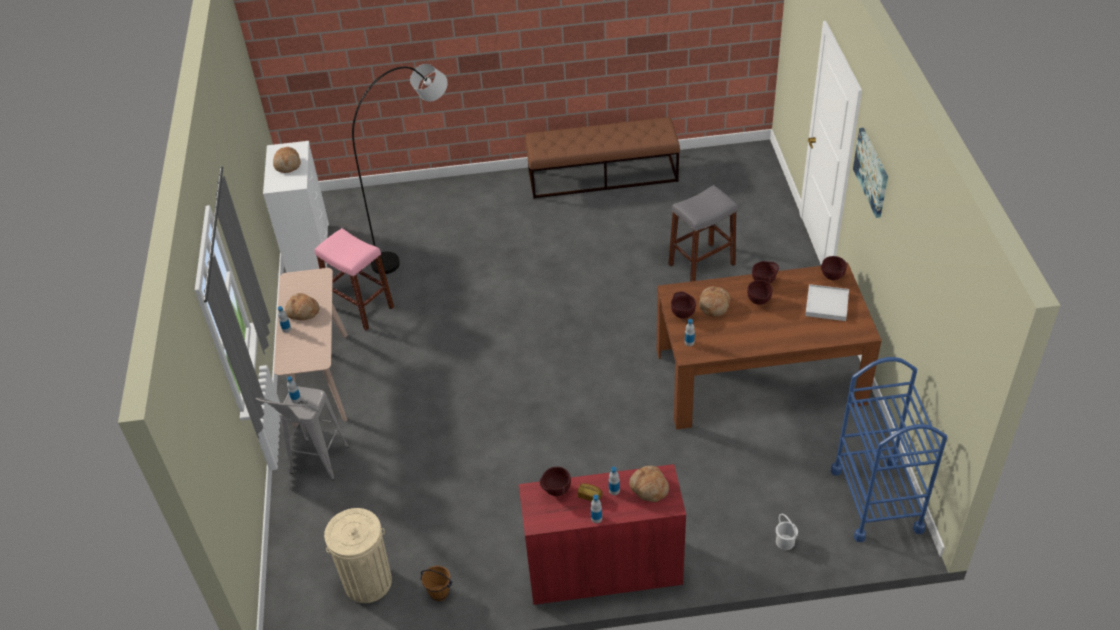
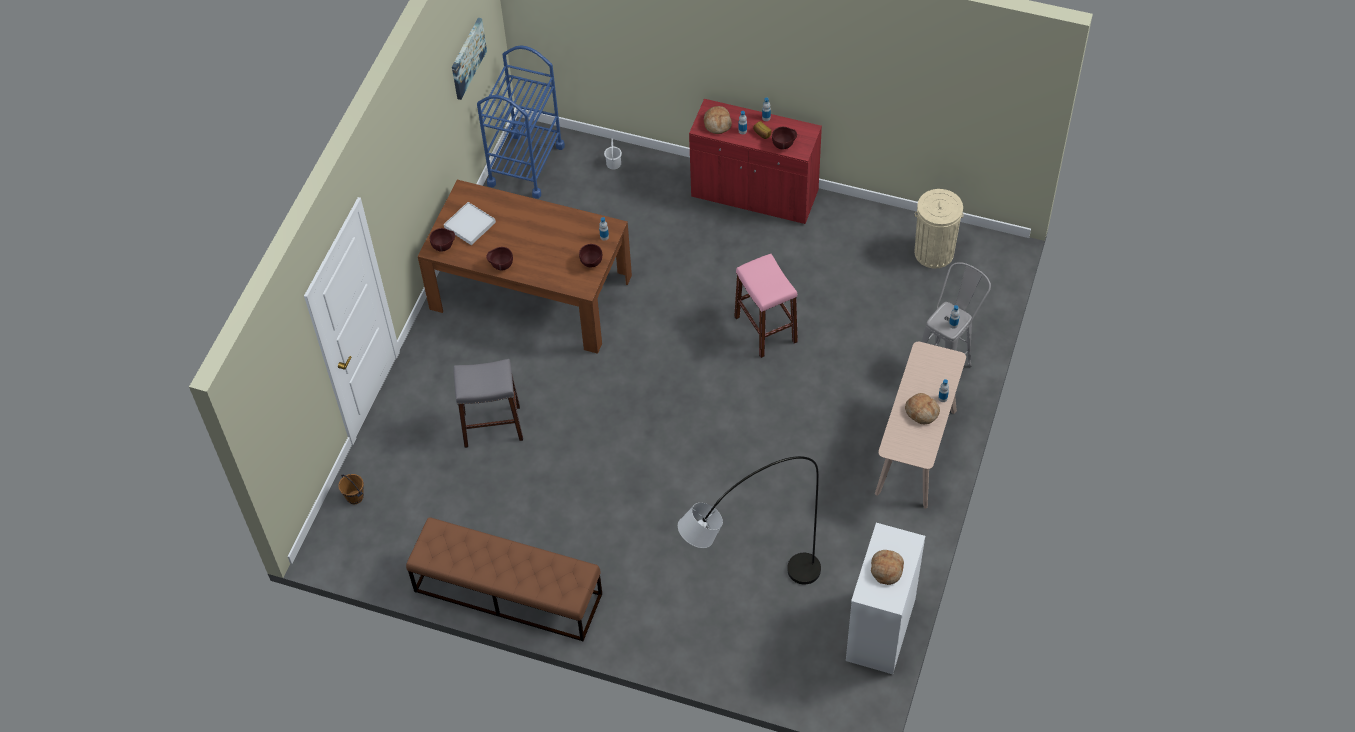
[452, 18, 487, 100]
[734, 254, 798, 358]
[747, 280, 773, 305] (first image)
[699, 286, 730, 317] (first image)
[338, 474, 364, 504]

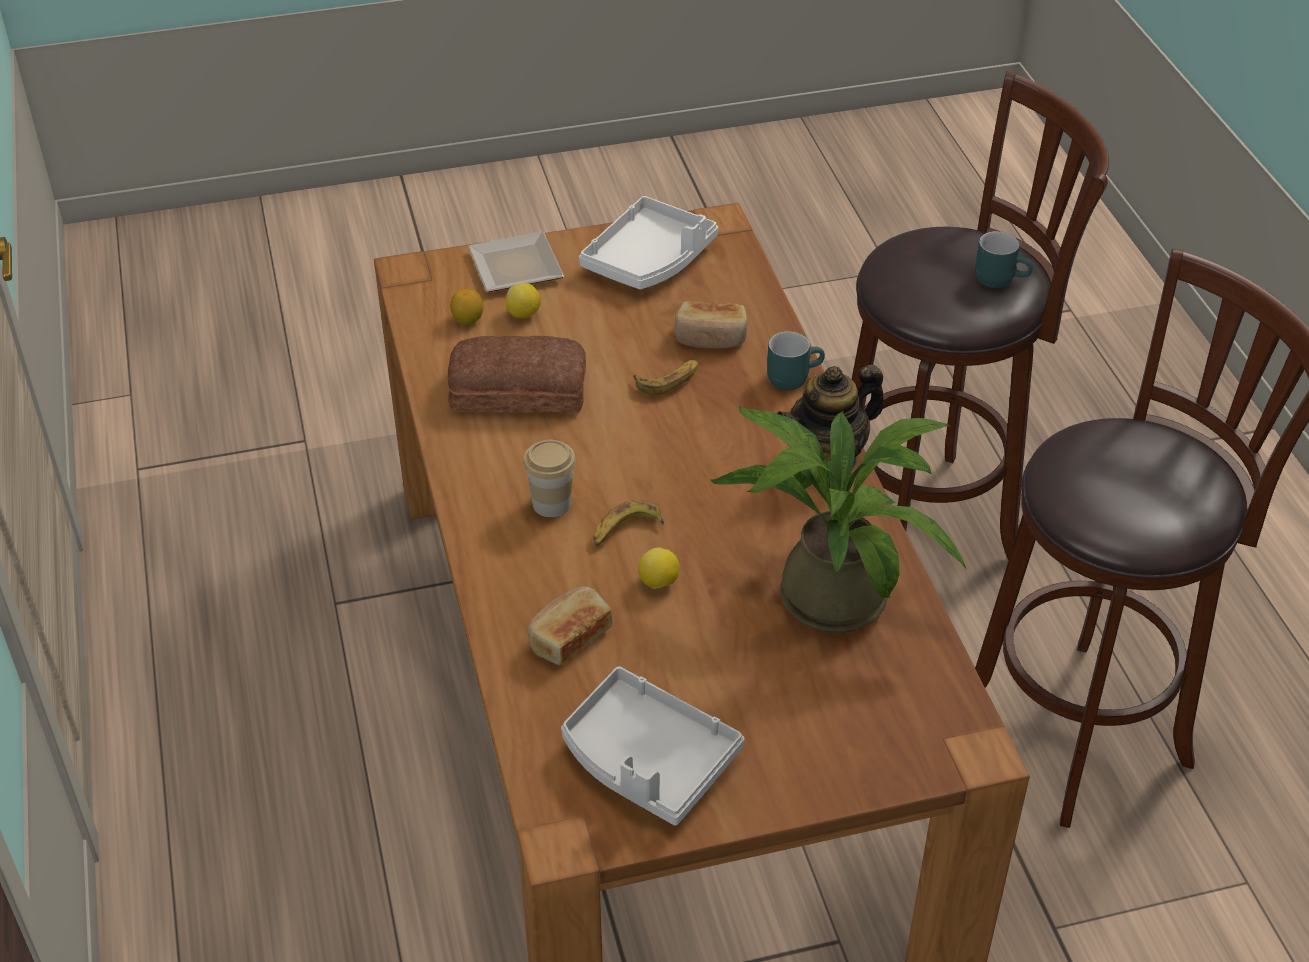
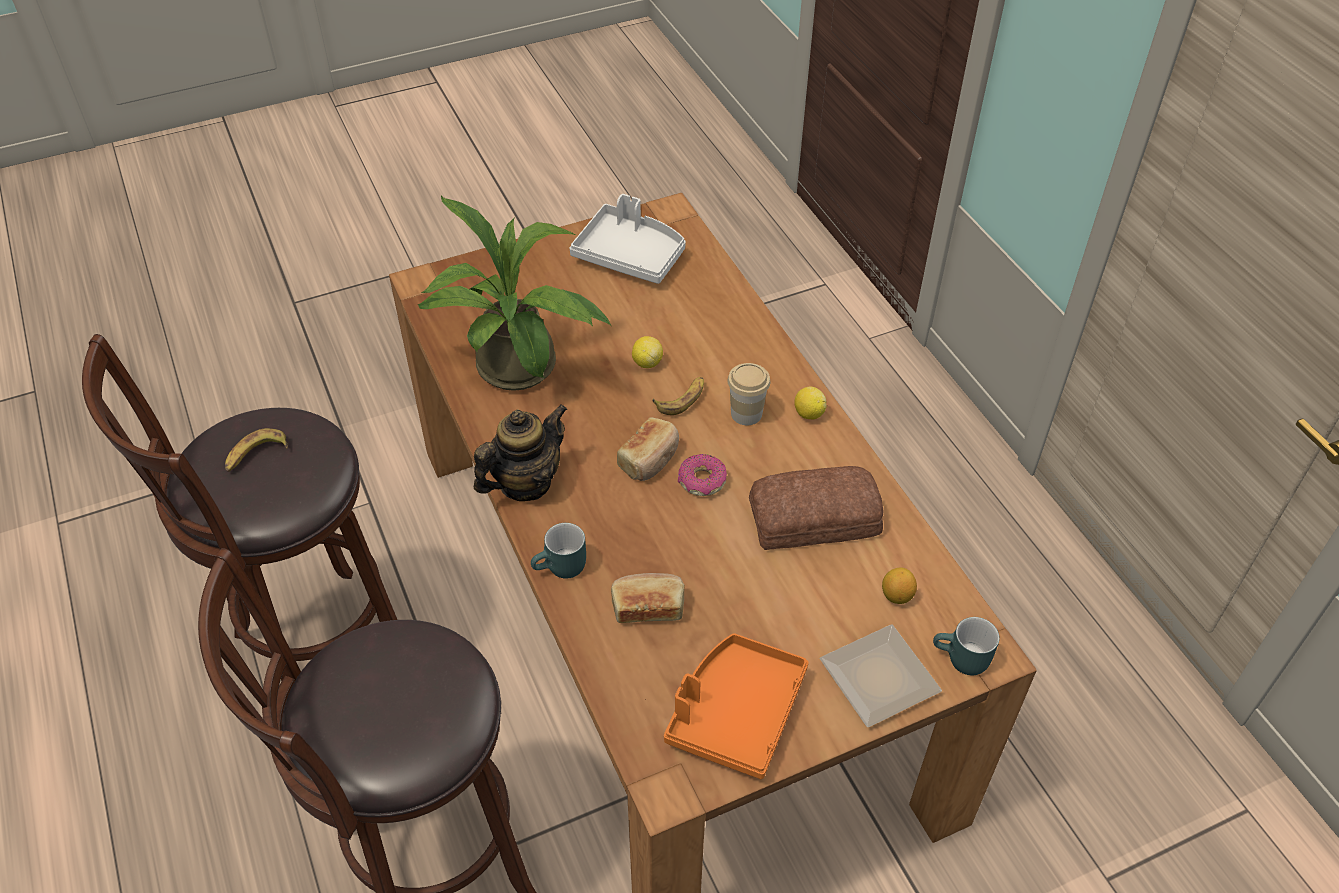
[664, 633, 808, 779]
[933, 617, 1000, 675]
[794, 387, 827, 419]
[225, 428, 288, 472]
[617, 417, 679, 481]
[678, 454, 727, 496]

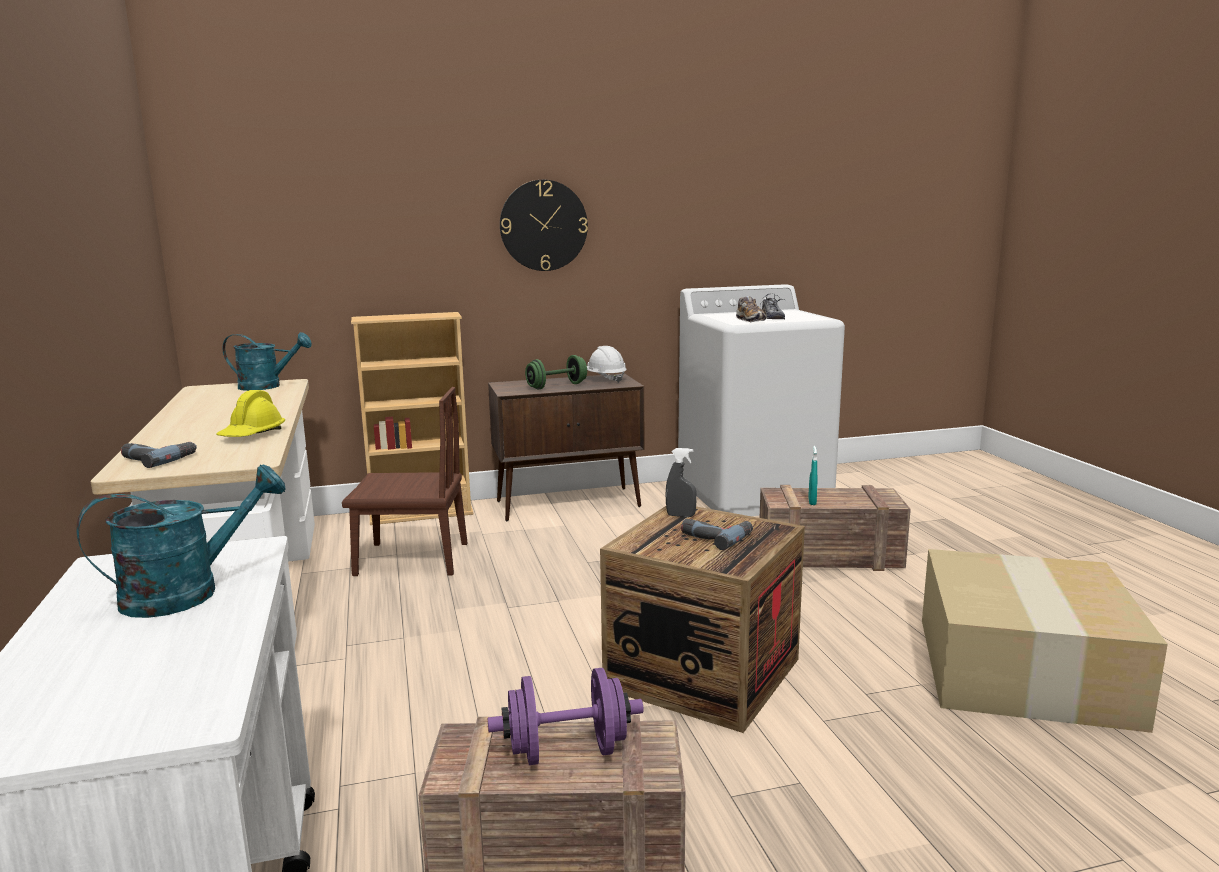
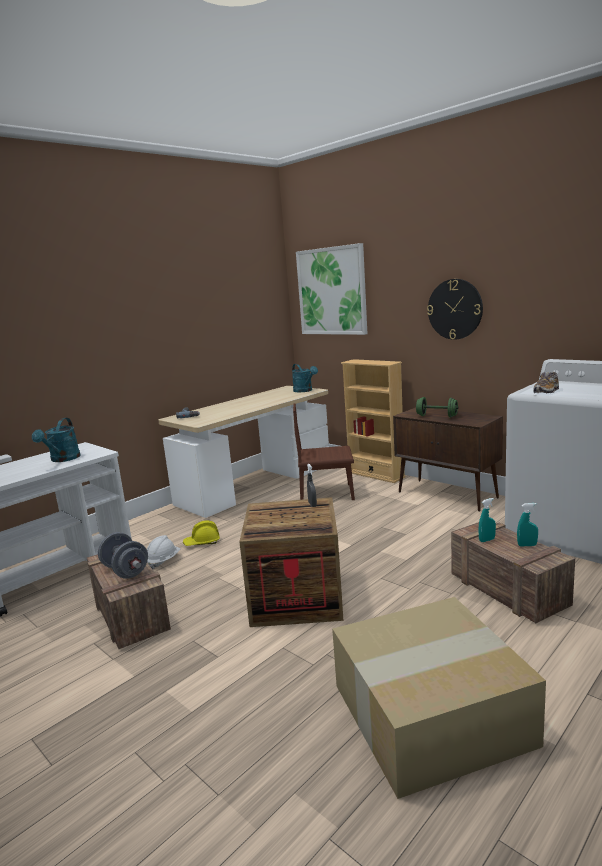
[760, 293, 785, 319] (first image)
[147, 535, 180, 570]
[293, 404, 355, 500]
[183, 521, 220, 546]
[32, 418, 81, 462]
[681, 519, 753, 550] (first image)
[98, 532, 148, 579]
[296, 243, 367, 335]
[517, 503, 538, 546]

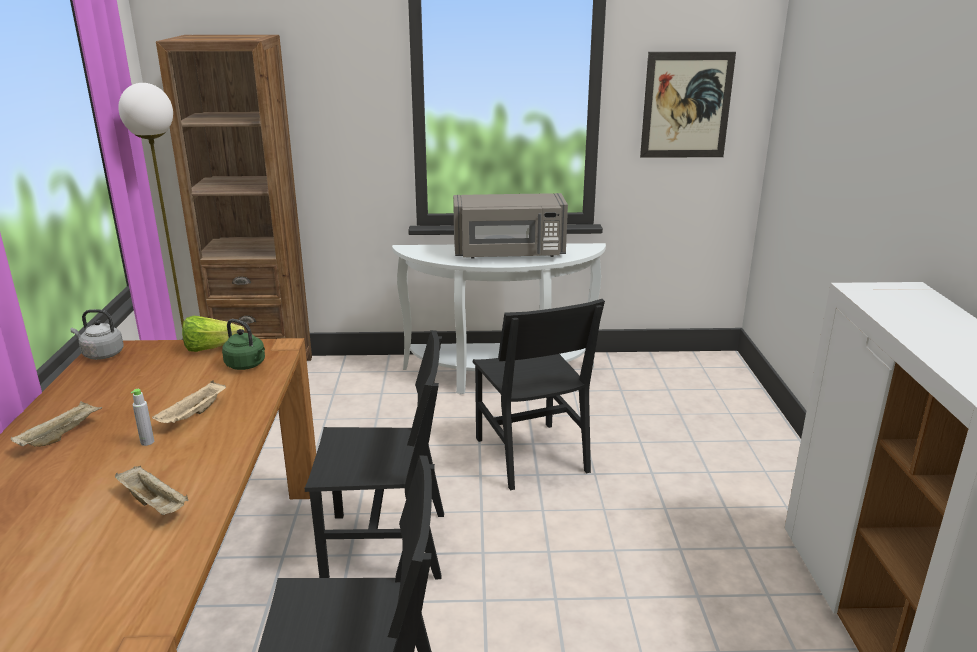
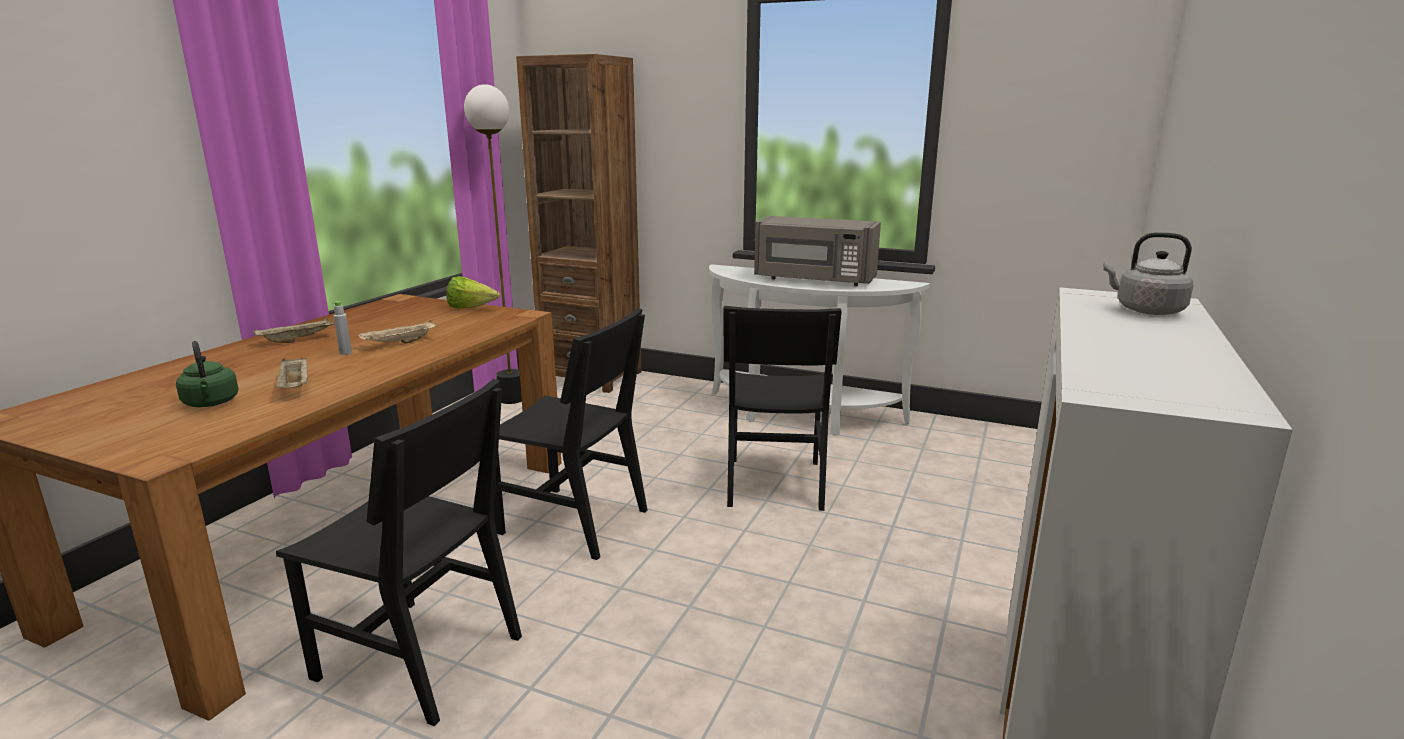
[640, 52, 736, 158] (first image)
[1103, 232, 1194, 315]
[176, 341, 238, 407]

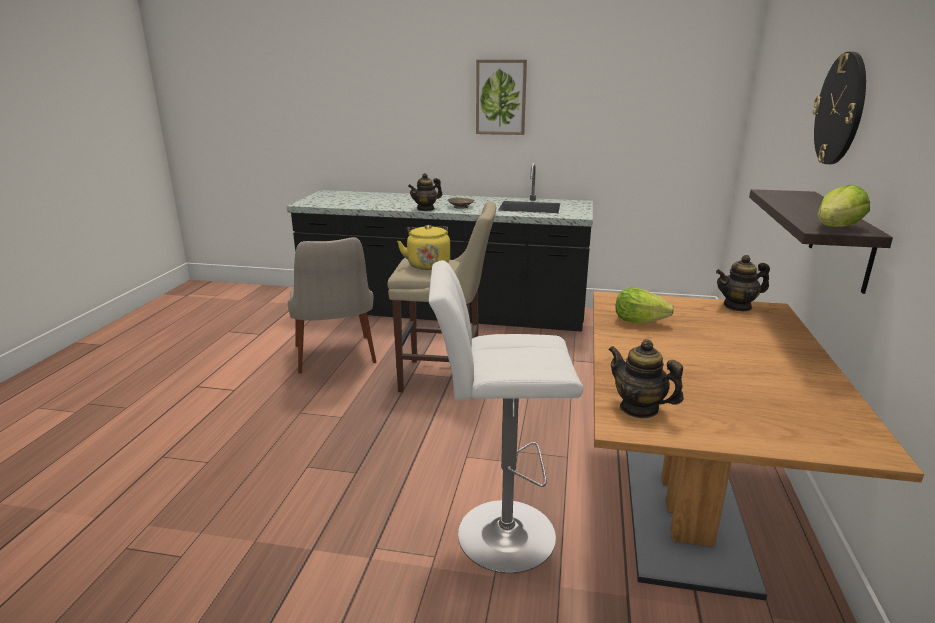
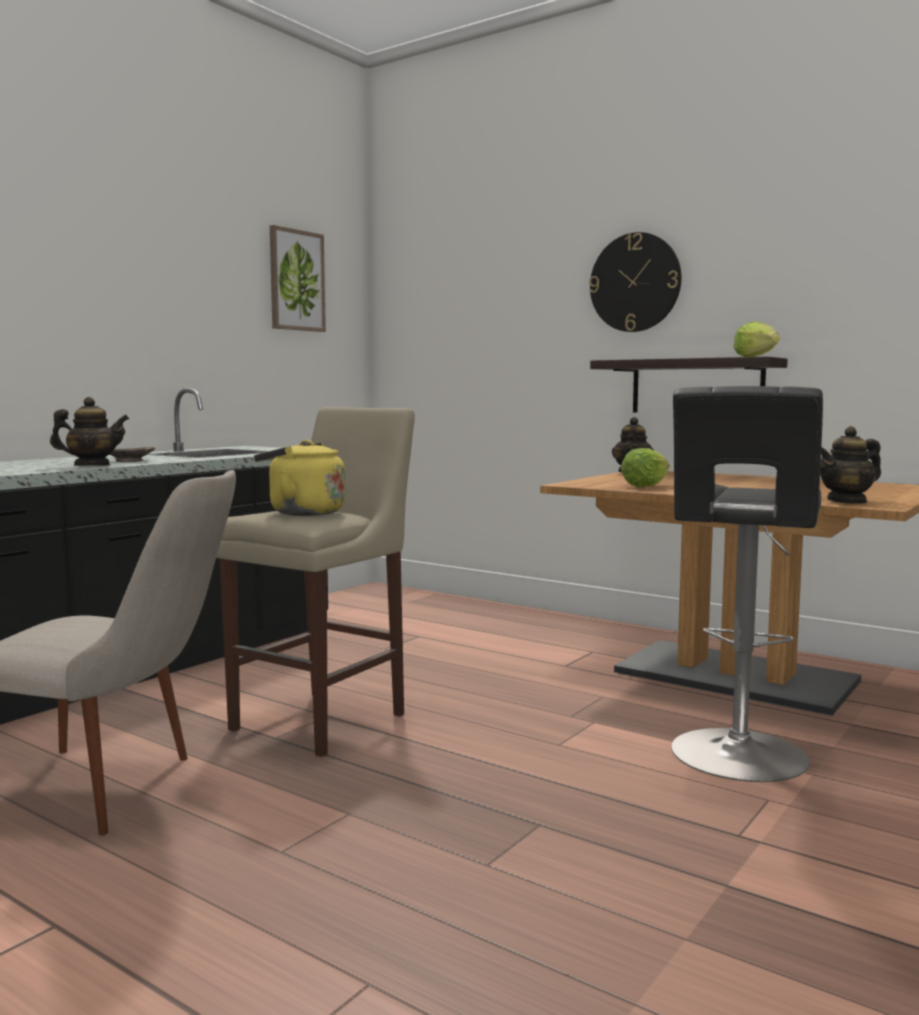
[270, 225, 326, 332]
[50, 397, 129, 466]
[672, 386, 823, 782]

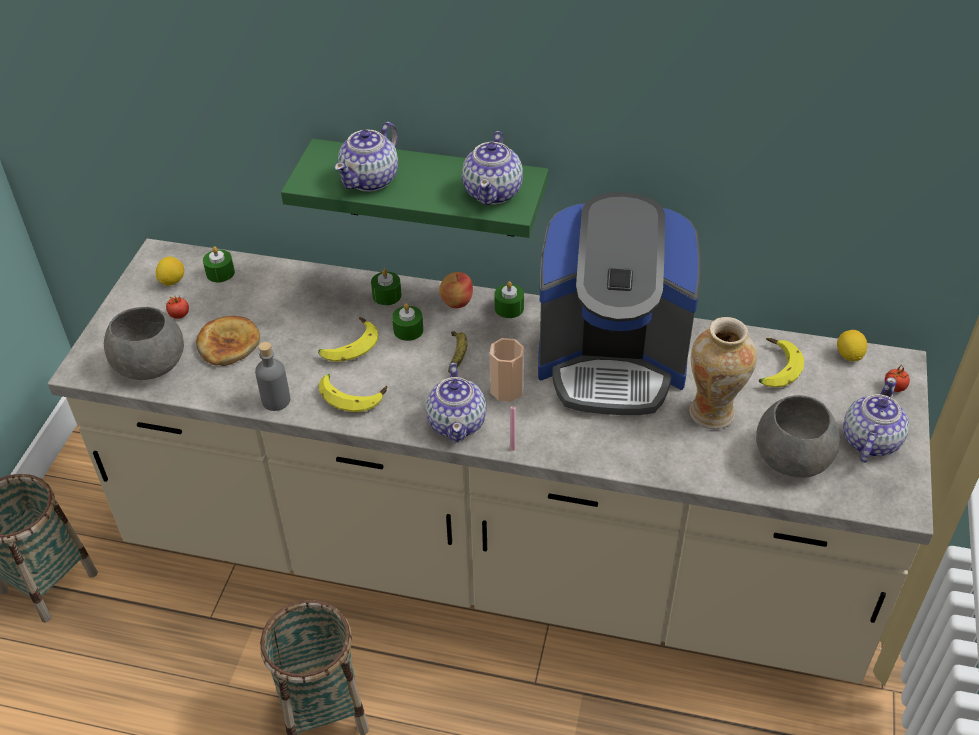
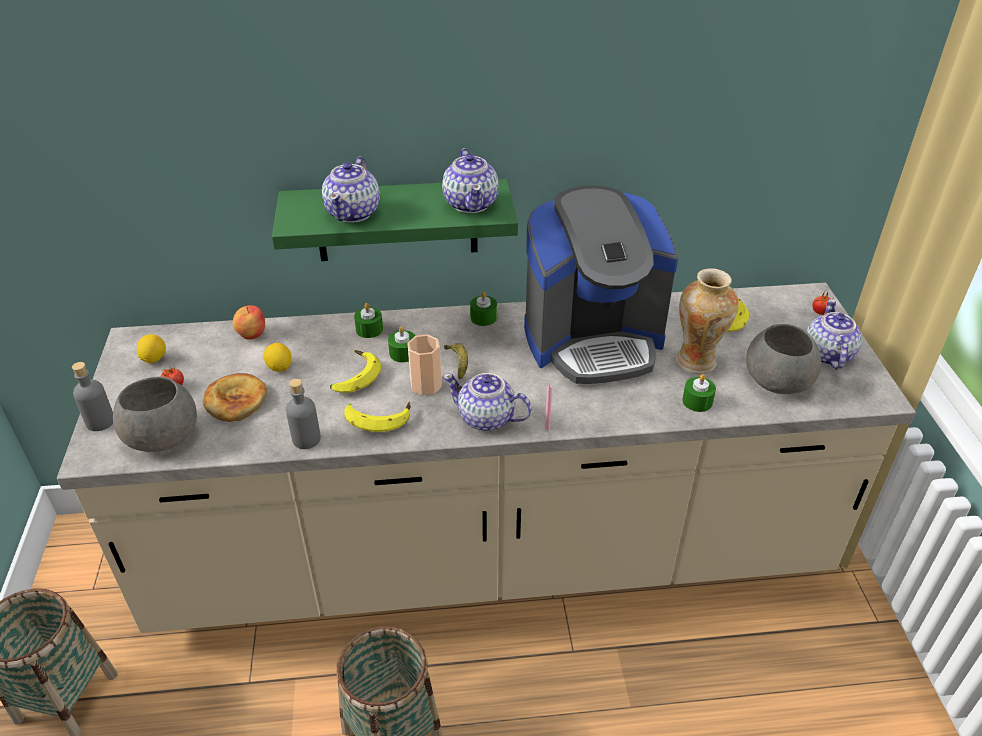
[682, 374, 716, 412]
[233, 305, 265, 339]
[263, 343, 291, 372]
[408, 335, 442, 395]
[442, 373, 532, 431]
[72, 362, 113, 431]

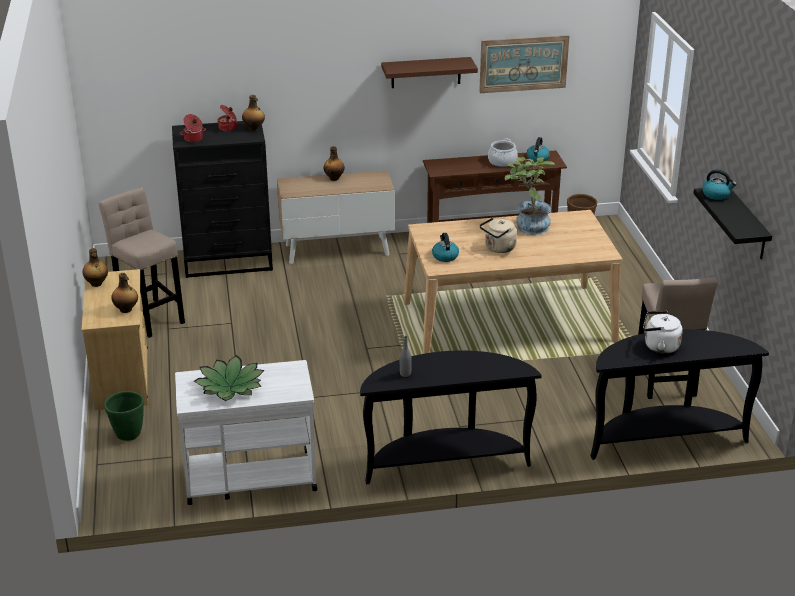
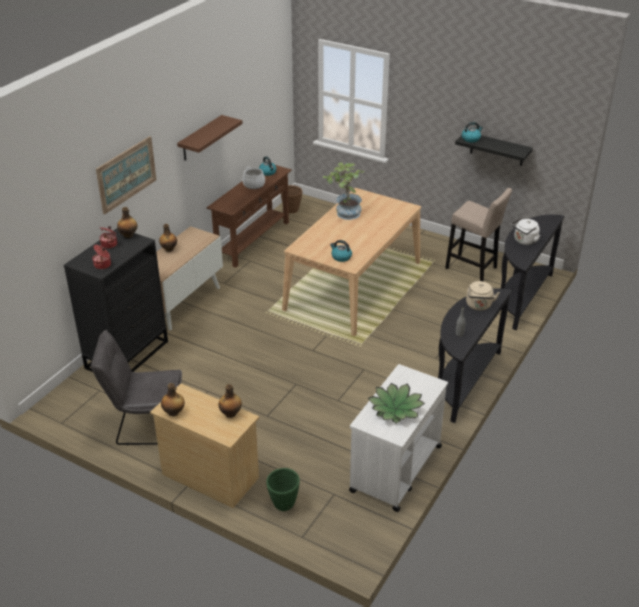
[96, 136, 156, 214]
[91, 330, 182, 445]
[466, 281, 500, 310]

